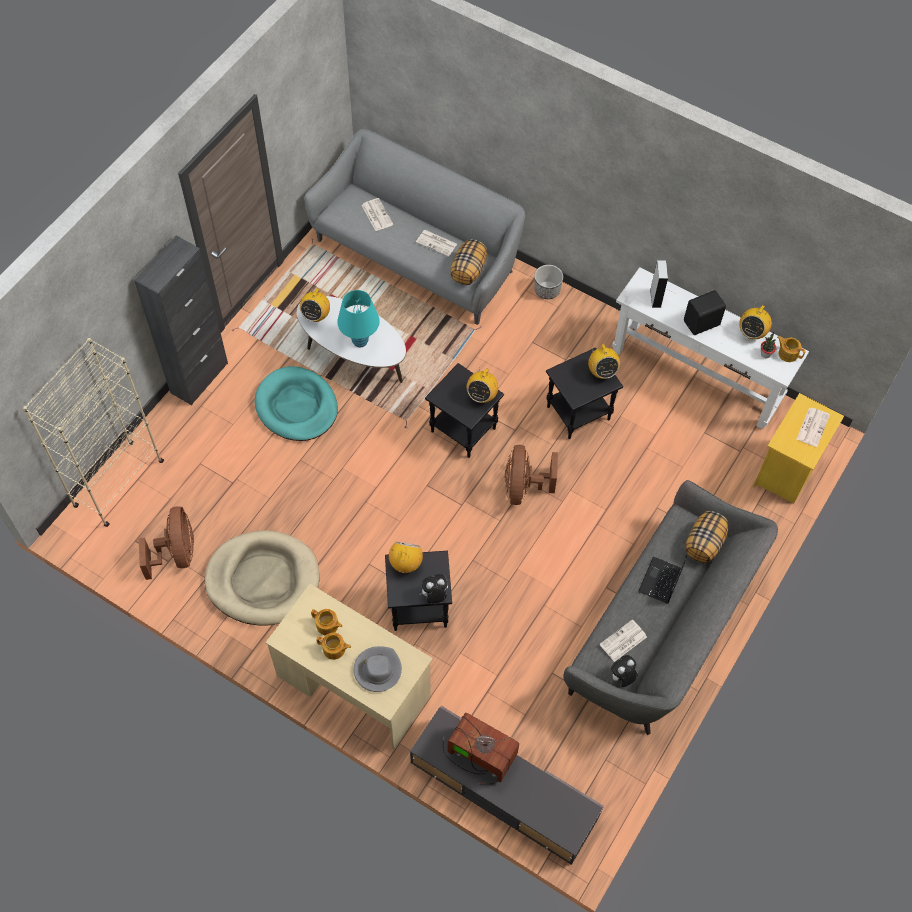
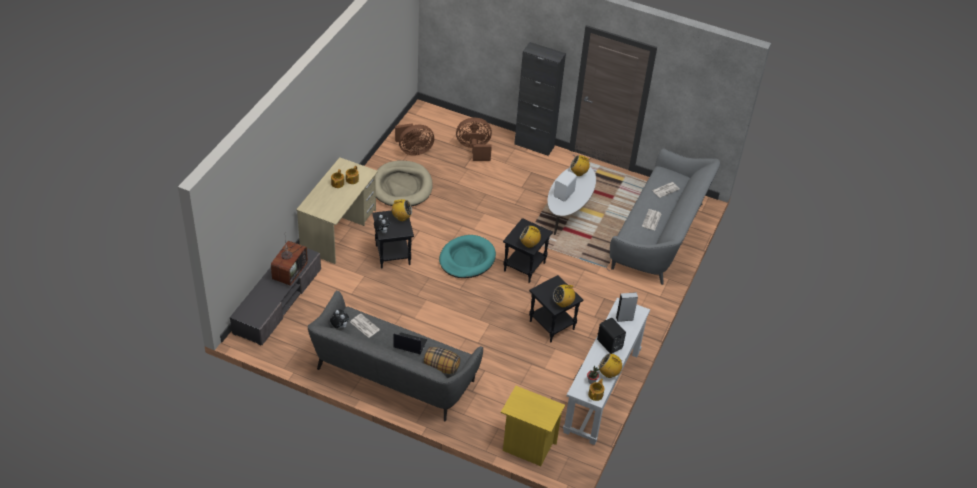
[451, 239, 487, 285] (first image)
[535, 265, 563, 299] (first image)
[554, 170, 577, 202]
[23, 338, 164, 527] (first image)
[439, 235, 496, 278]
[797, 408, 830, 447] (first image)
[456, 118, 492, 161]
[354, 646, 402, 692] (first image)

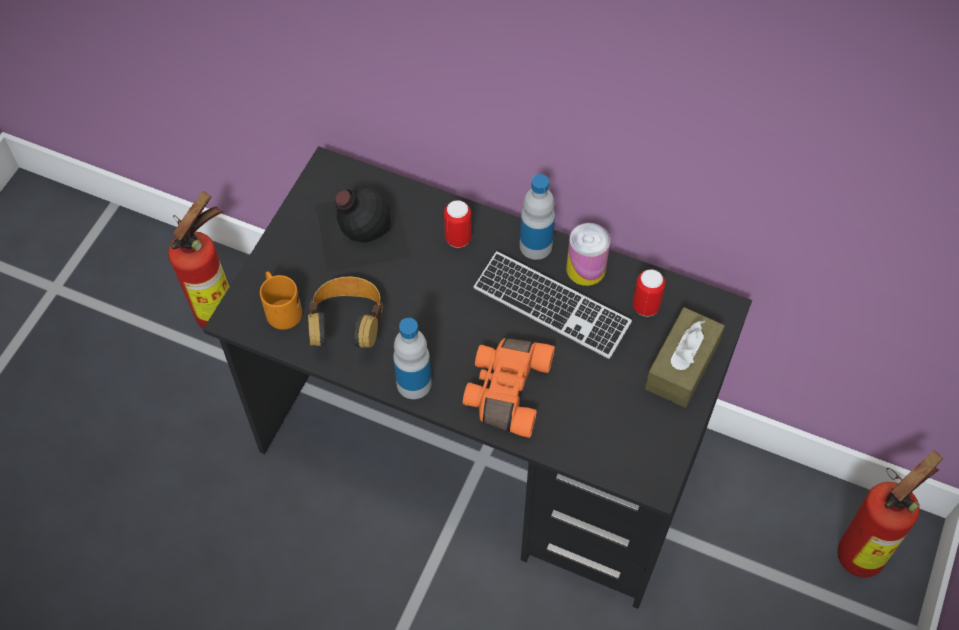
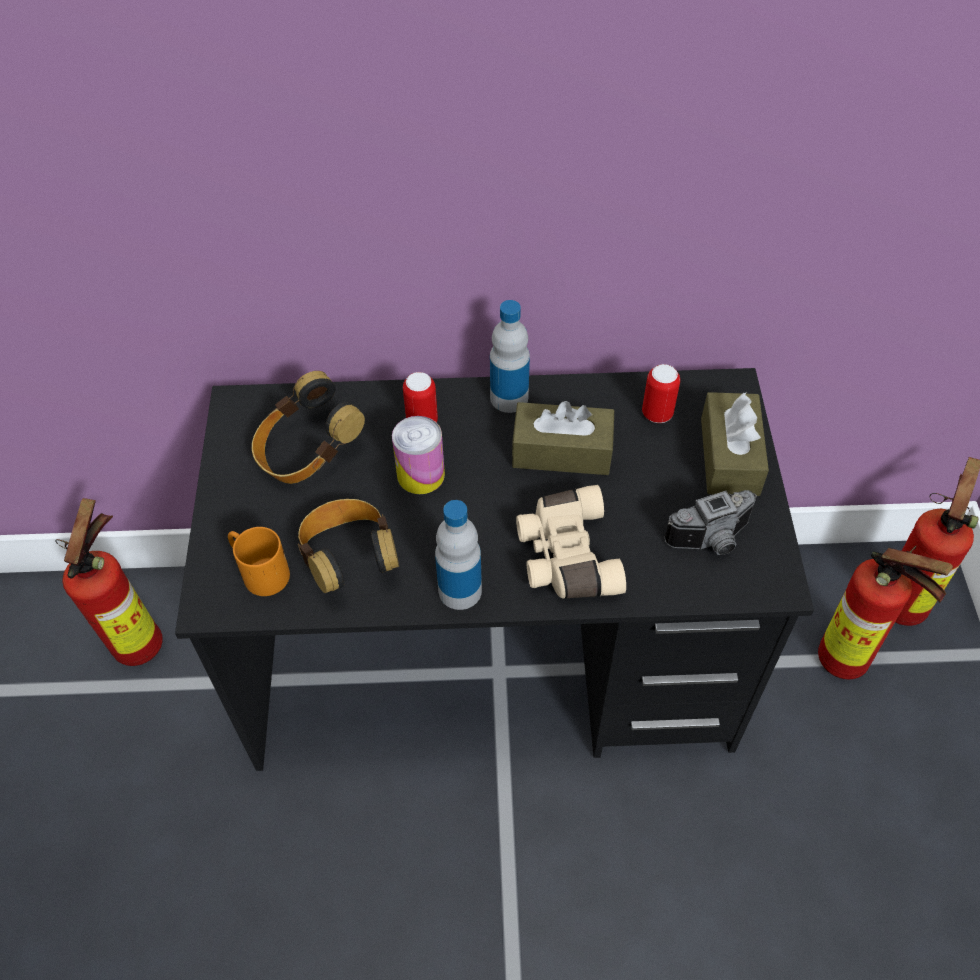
[252, 371, 365, 484]
[392, 416, 445, 494]
[512, 401, 614, 475]
[516, 485, 626, 598]
[664, 490, 757, 555]
[818, 546, 953, 679]

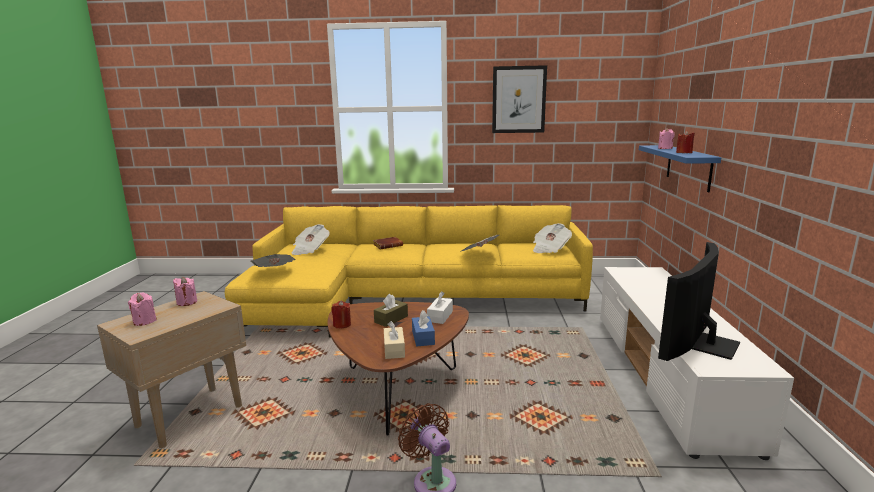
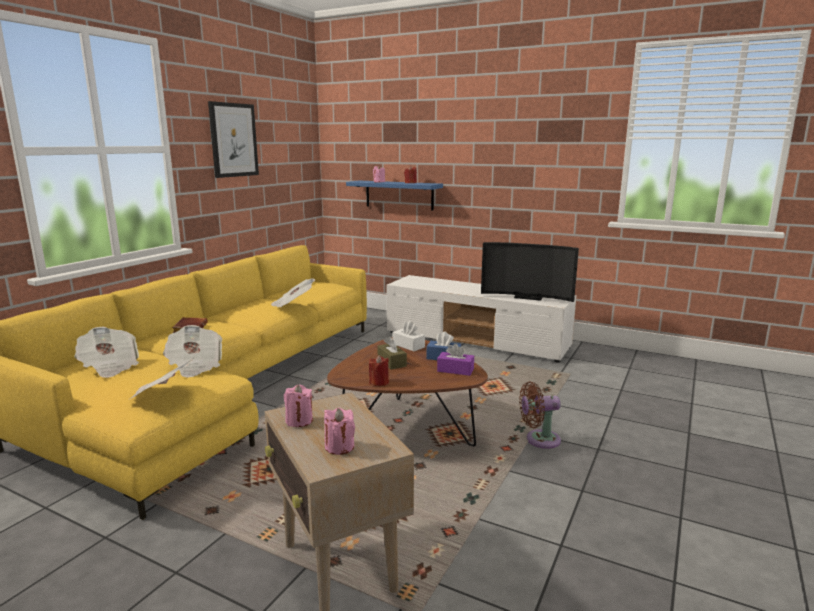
[163, 325, 222, 378]
[481, 242, 579, 302]
[437, 344, 474, 376]

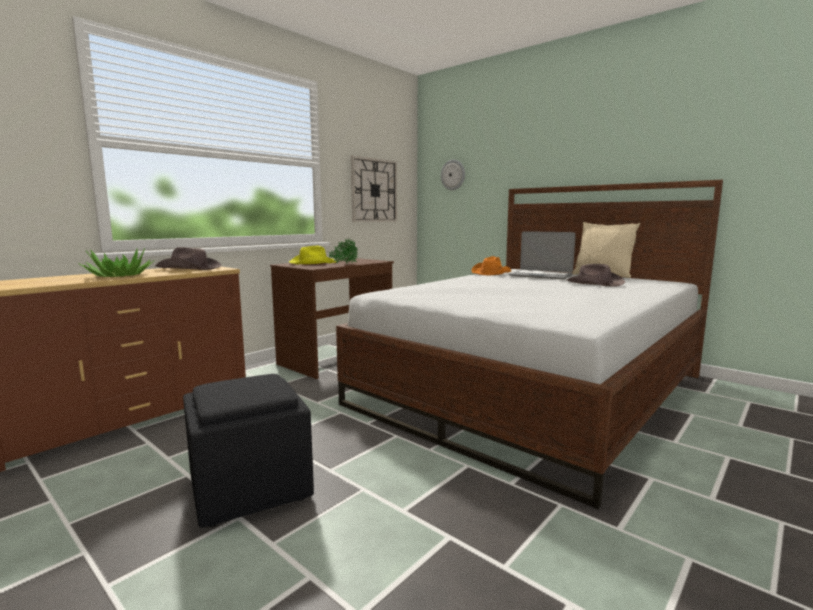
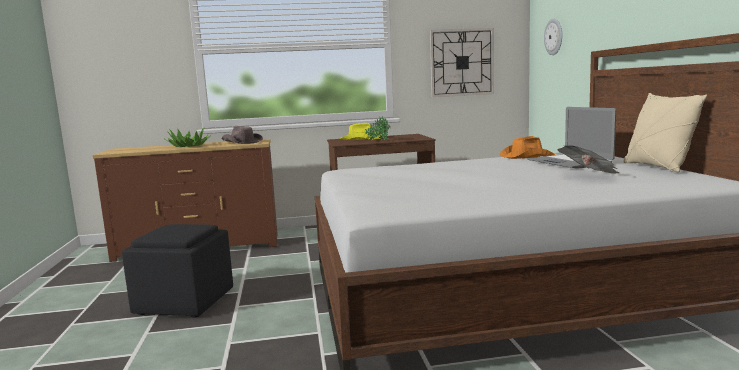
[557, 145, 619, 173]

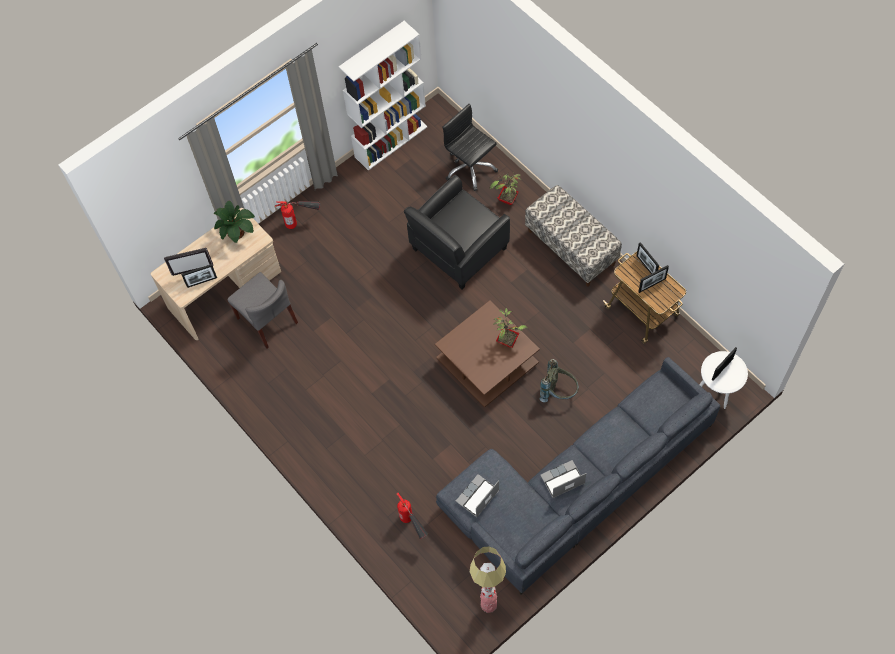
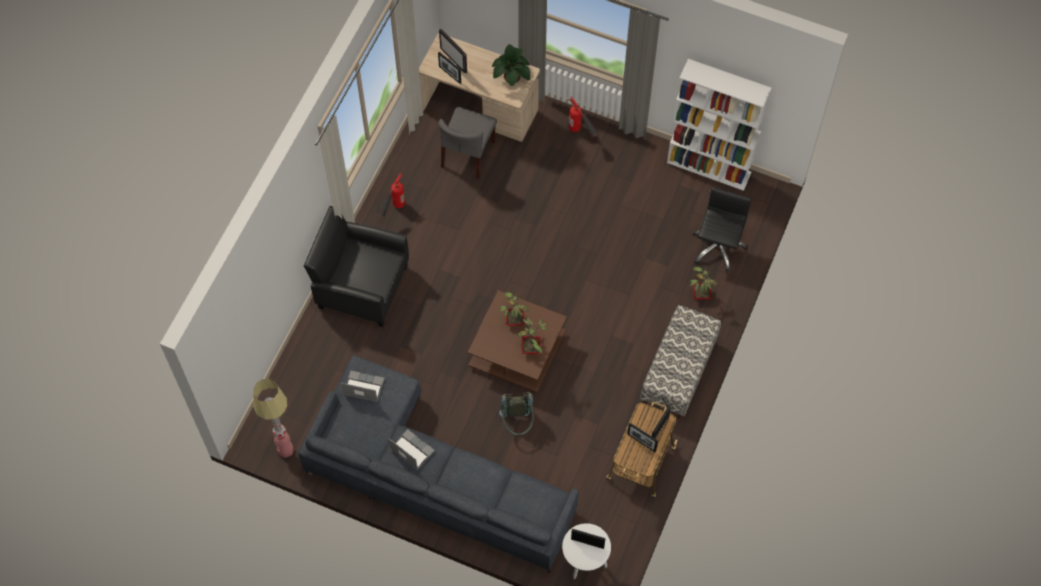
[304, 206, 409, 327]
[376, 173, 405, 217]
[499, 292, 529, 326]

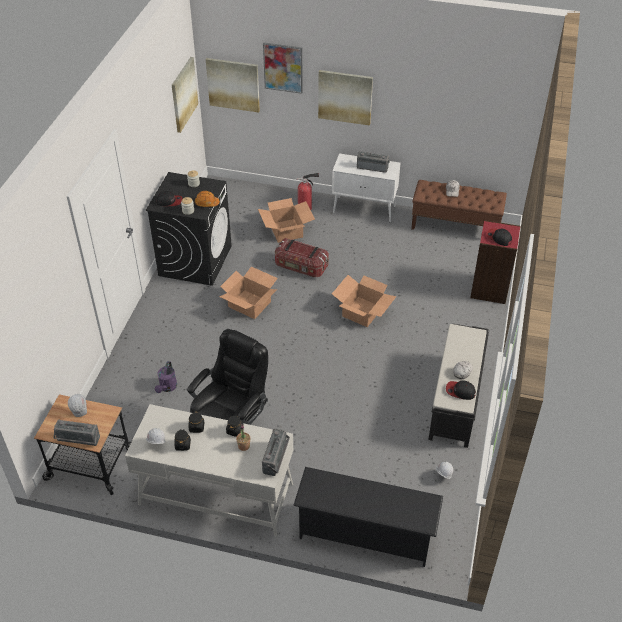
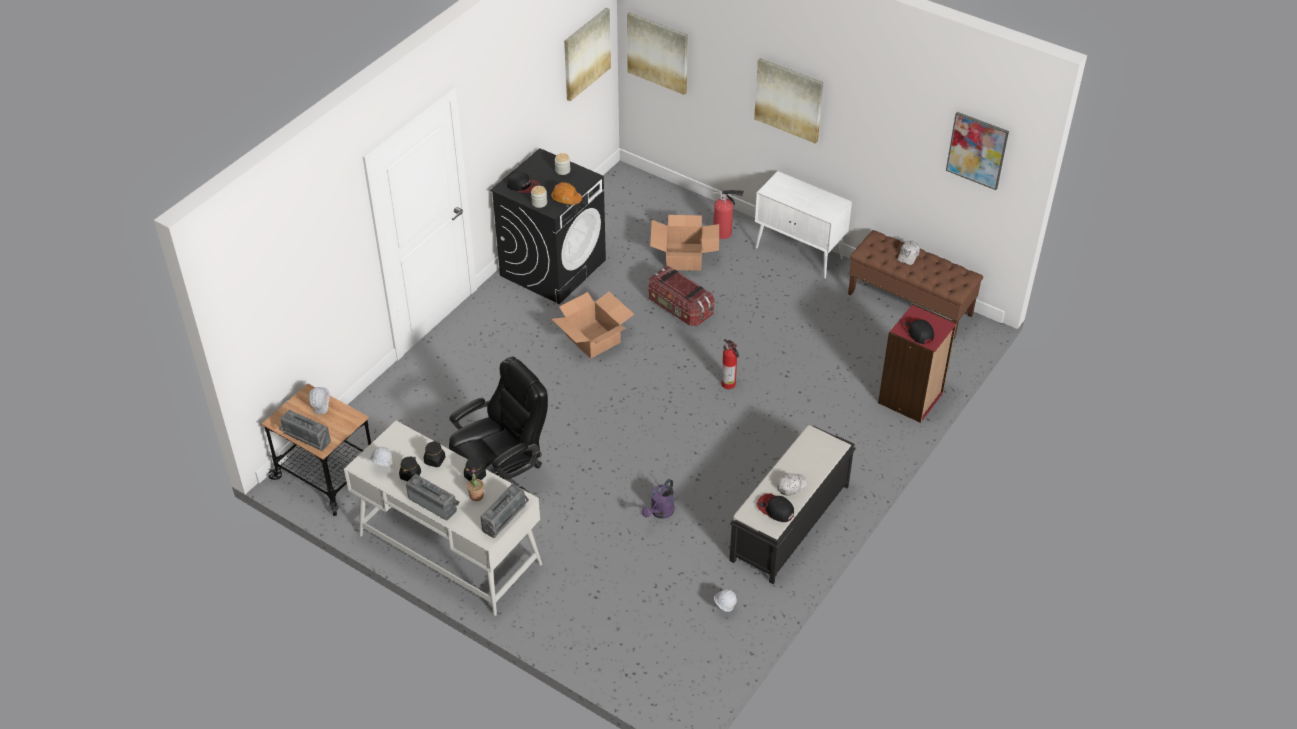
[946, 112, 1009, 190]
[406, 474, 460, 520]
[722, 339, 739, 389]
[642, 479, 675, 519]
[293, 467, 443, 567] (first image)

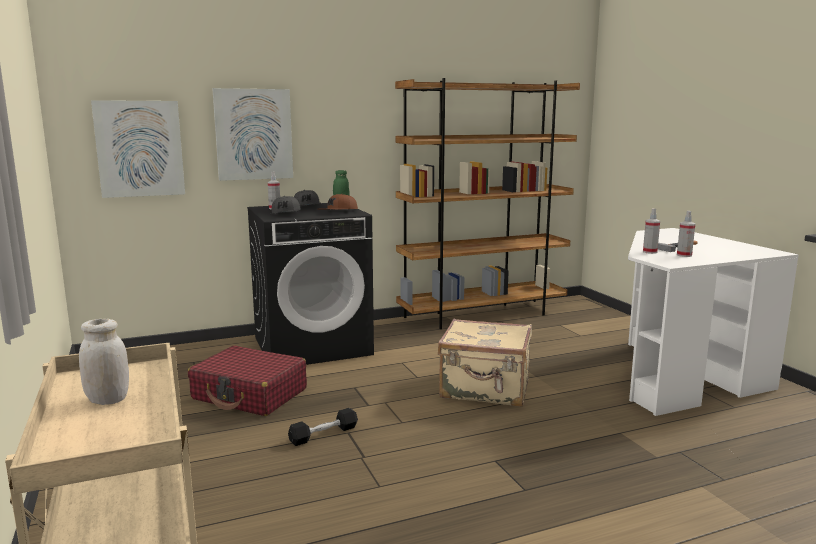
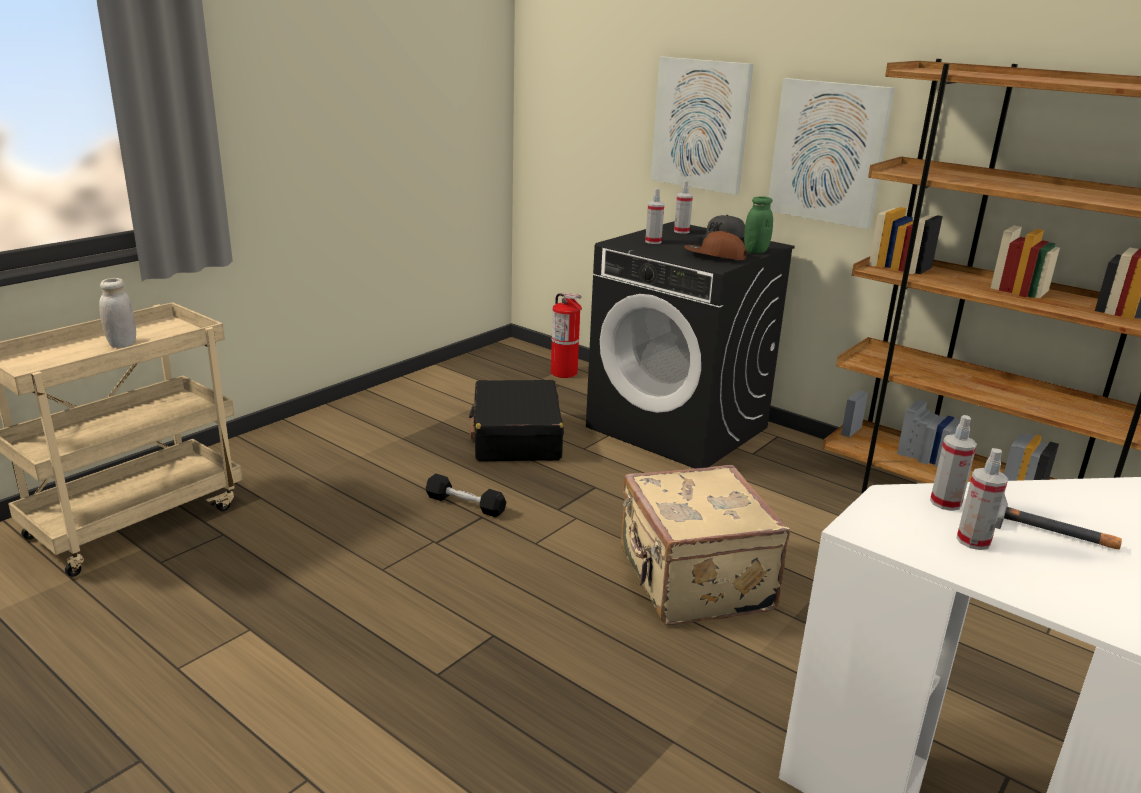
[768, 78, 895, 229]
[645, 188, 664, 244]
[469, 380, 564, 461]
[551, 293, 582, 378]

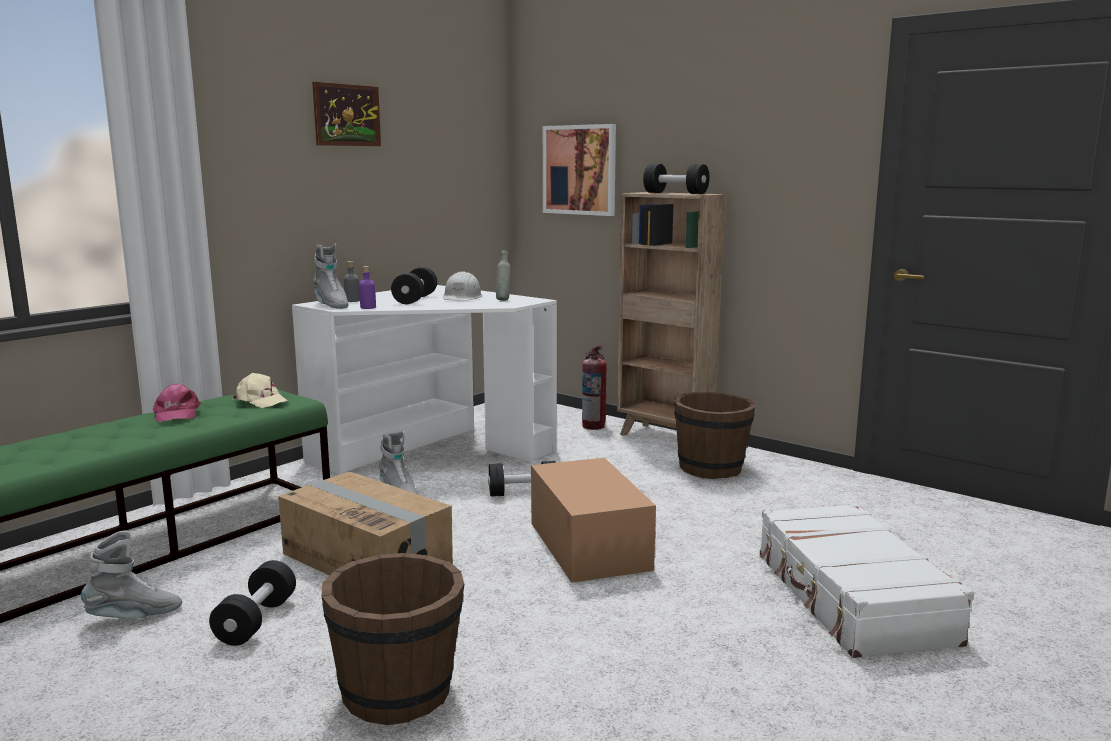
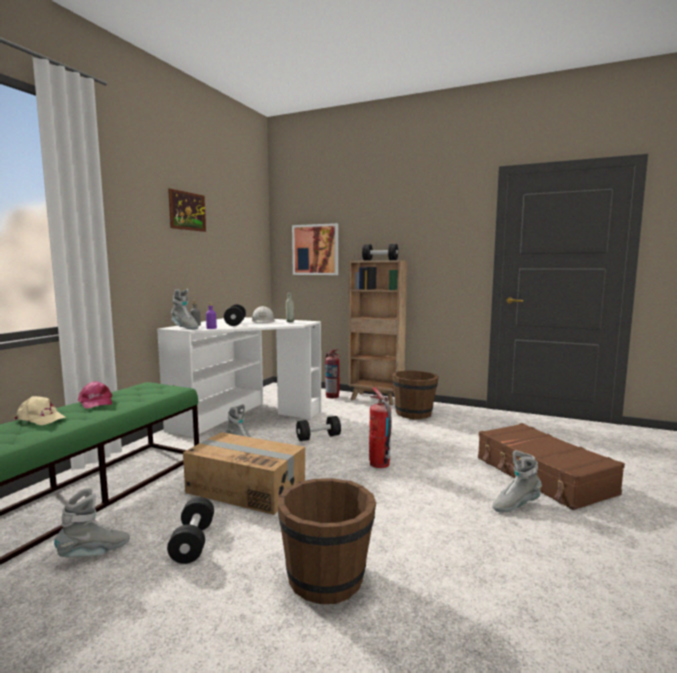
[14, 396, 65, 425]
[369, 387, 392, 468]
[478, 423, 625, 510]
[492, 450, 542, 512]

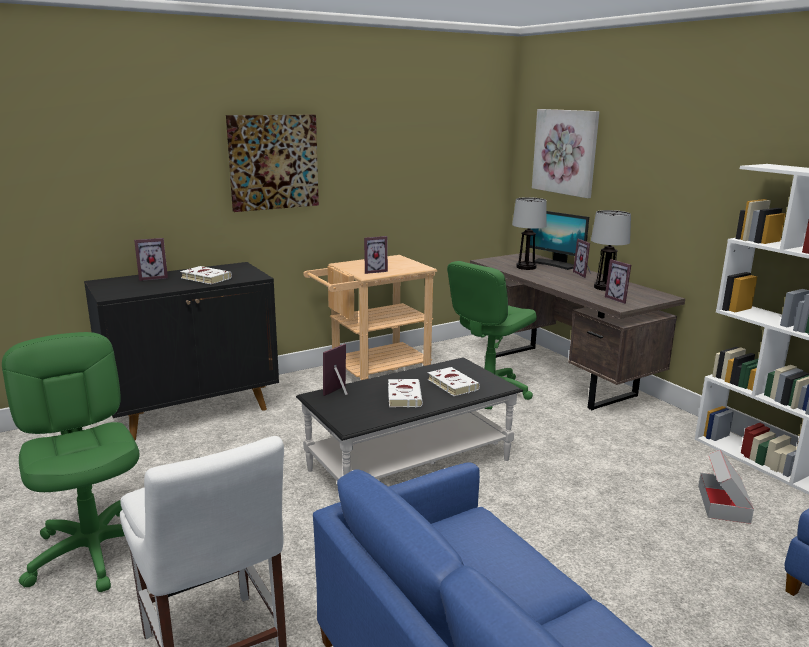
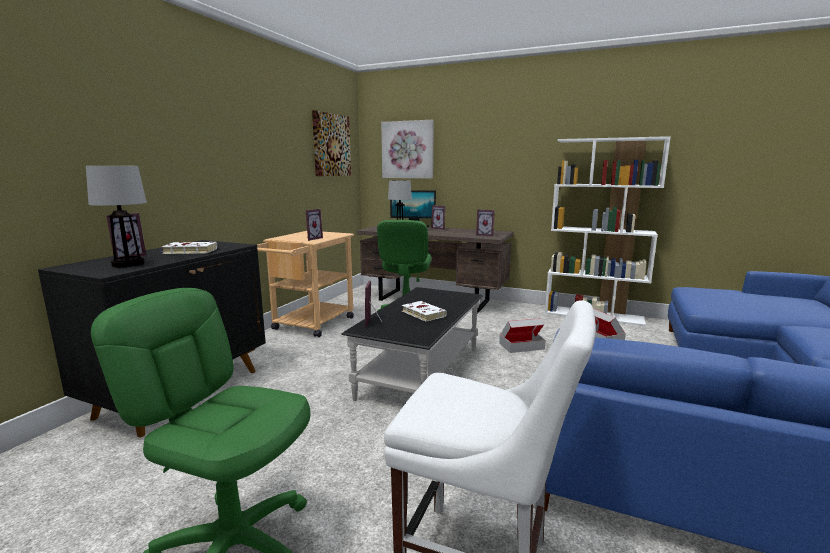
[312, 110, 351, 176]
[86, 166, 147, 267]
[427, 367, 480, 396] (first image)
[499, 318, 546, 353]

